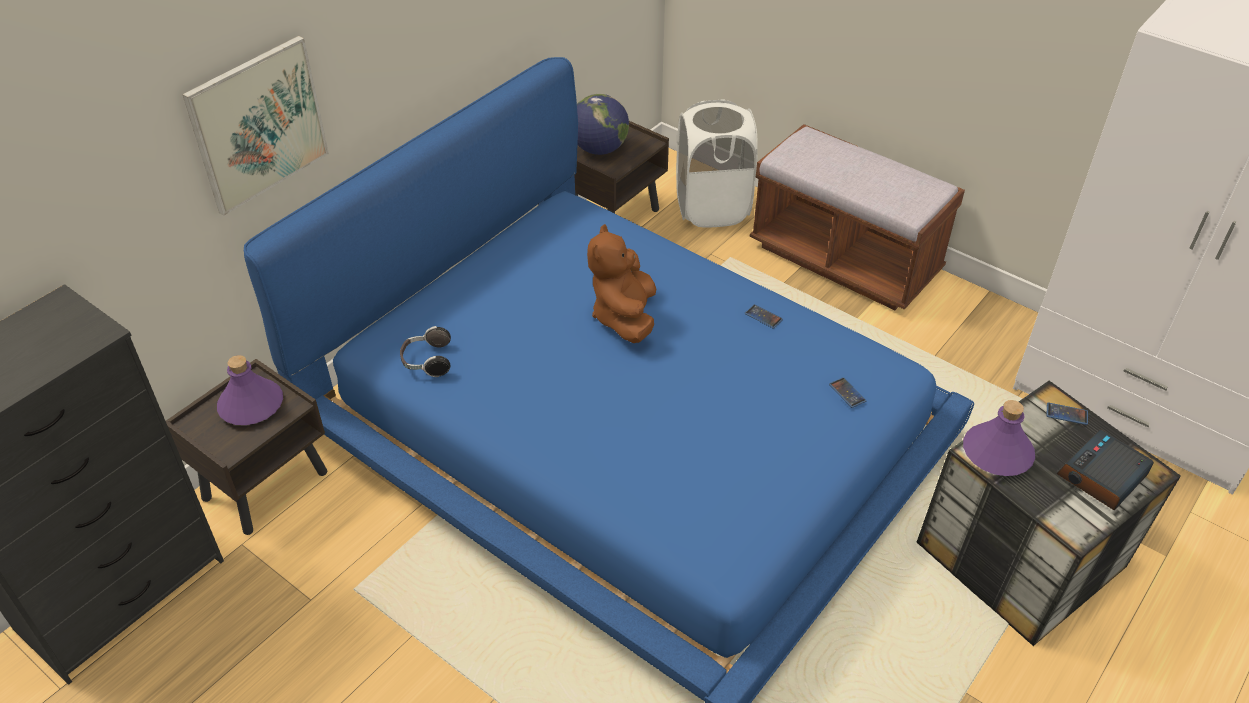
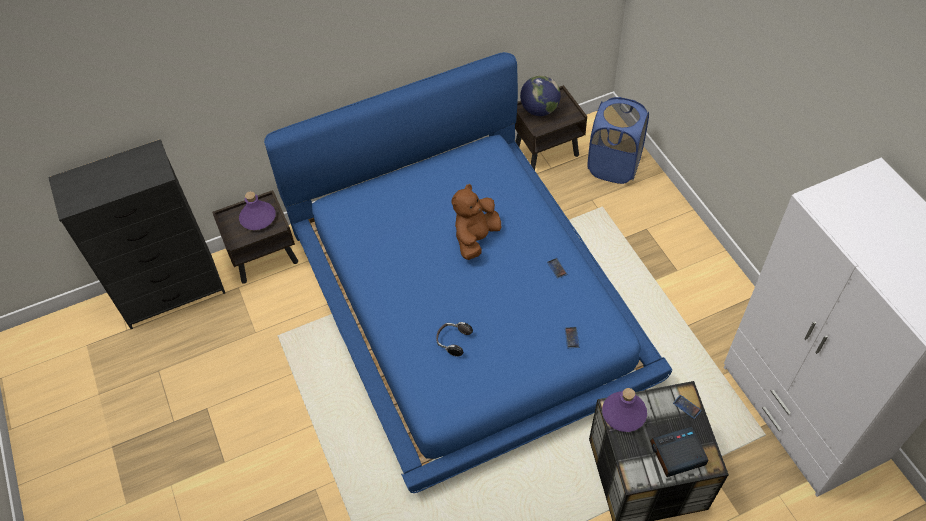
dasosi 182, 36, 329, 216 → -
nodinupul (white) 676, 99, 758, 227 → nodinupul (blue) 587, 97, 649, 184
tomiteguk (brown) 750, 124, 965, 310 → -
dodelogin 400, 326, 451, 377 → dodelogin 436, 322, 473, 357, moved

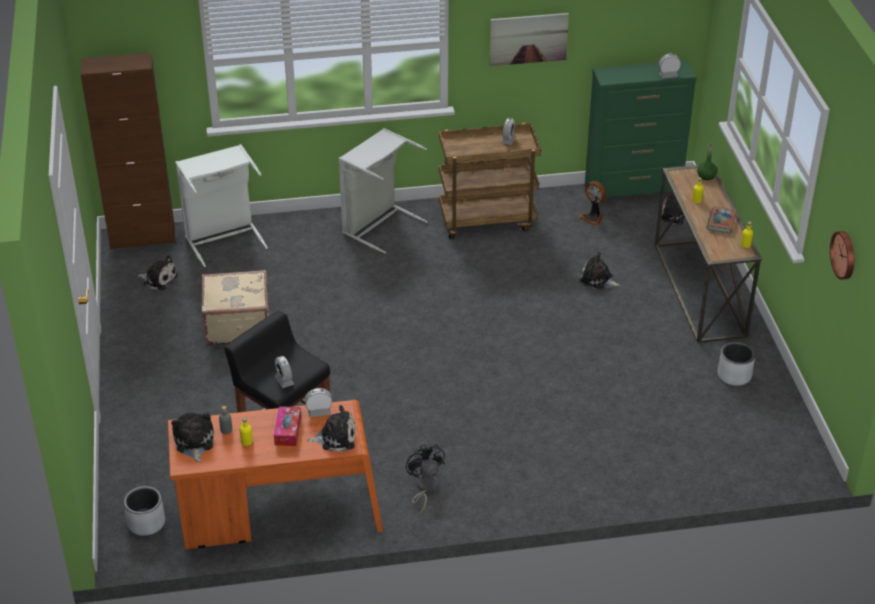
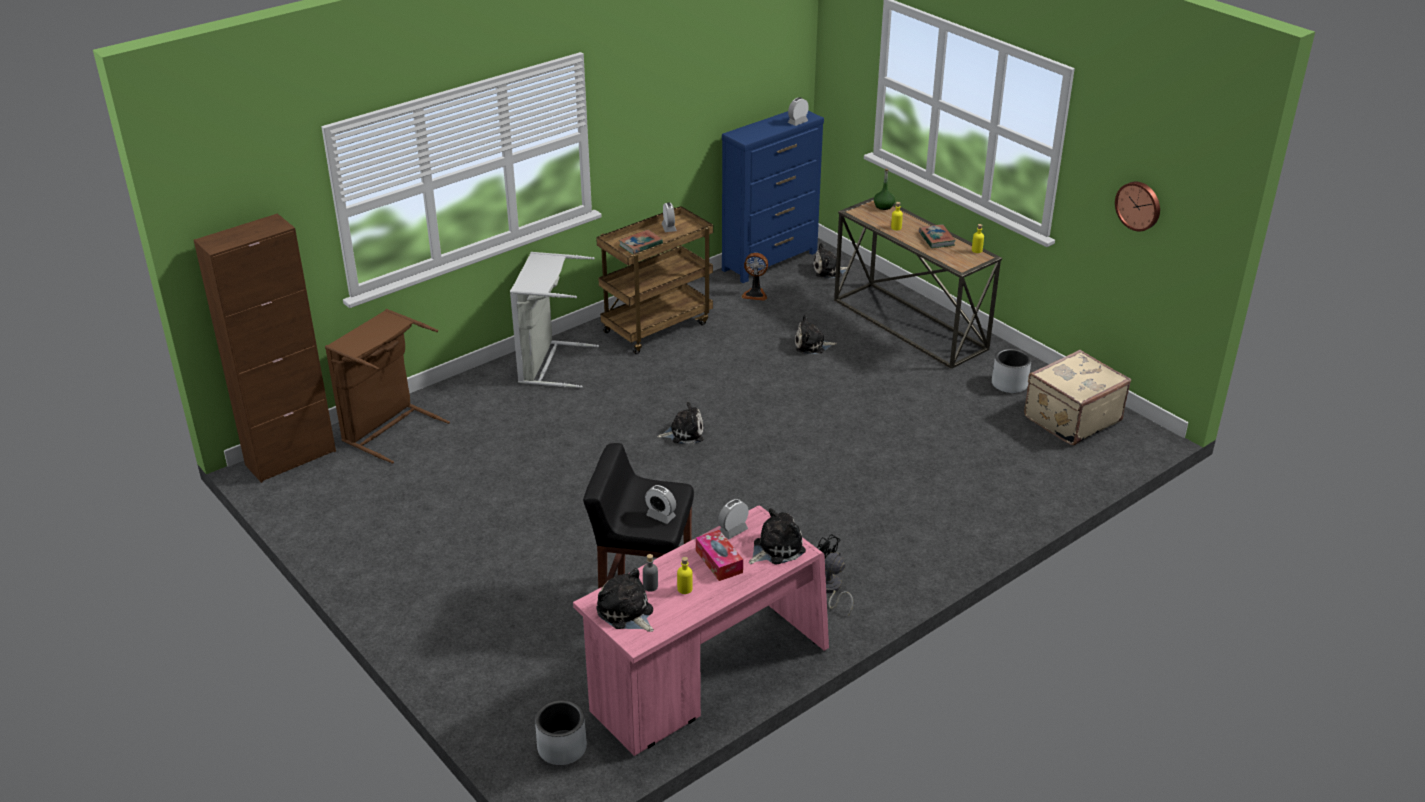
dasosi 489, 13, 569, 66 → -
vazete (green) 585, 60, 697, 204 → vazete (blue) 722, 111, 824, 283
nodinupul (white) 175, 144, 268, 267 → nodinupul (brown) 325, 309, 450, 464
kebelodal 137, 255, 178, 291 → kebelodal 657, 402, 703, 444, moved
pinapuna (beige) 202, 270, 269, 346 → pinapuna (beige) 1024, 350, 1131, 445, moved
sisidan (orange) 168, 400, 383, 549 → sisidan (pink) 573, 506, 829, 756
- → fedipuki 619, 229, 663, 254

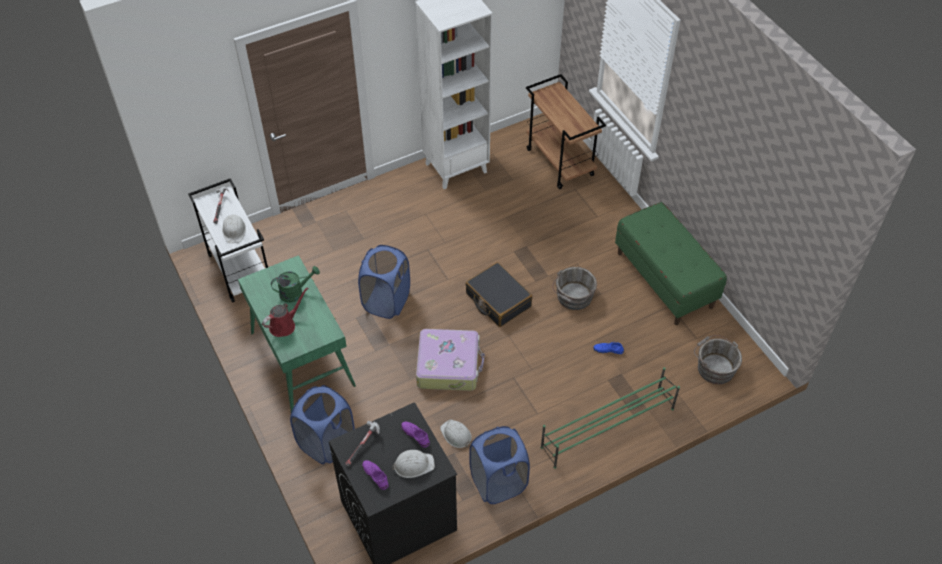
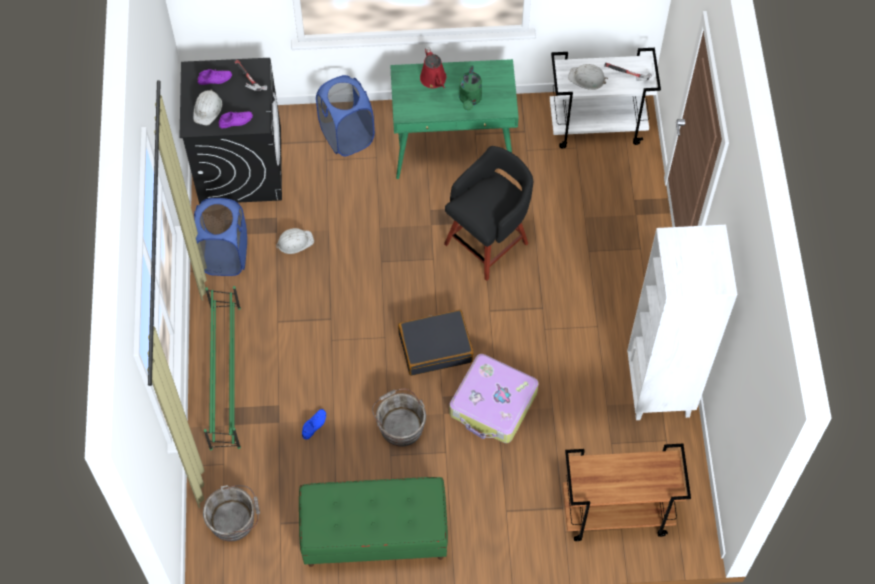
nodinupul (blue) 358, 245, 410, 319 → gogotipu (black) 444, 146, 533, 281
pinapuna 416, 329, 485, 391 → pinapuna 449, 354, 539, 443, moved

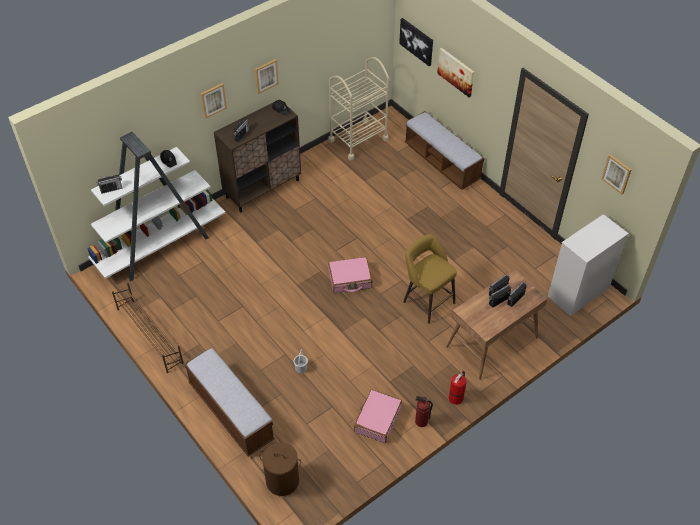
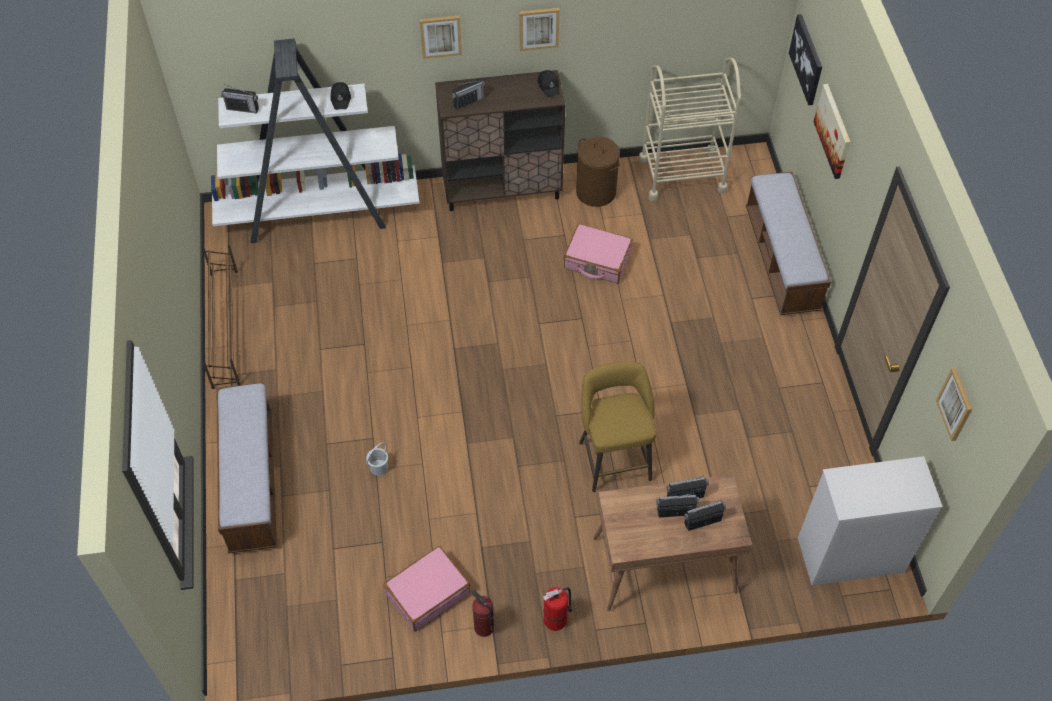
pinapuna (pink) 328, 257, 372, 293 → pinapuna (pink) 564, 224, 633, 283, moved
nodinupul (brown) 259, 442, 301, 496 → nodinupul (brown) 576, 136, 620, 207, moved

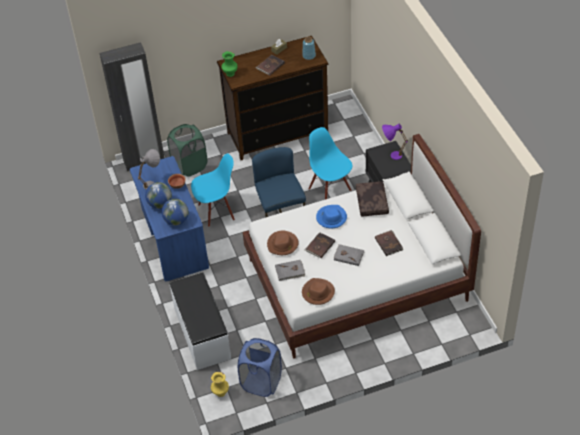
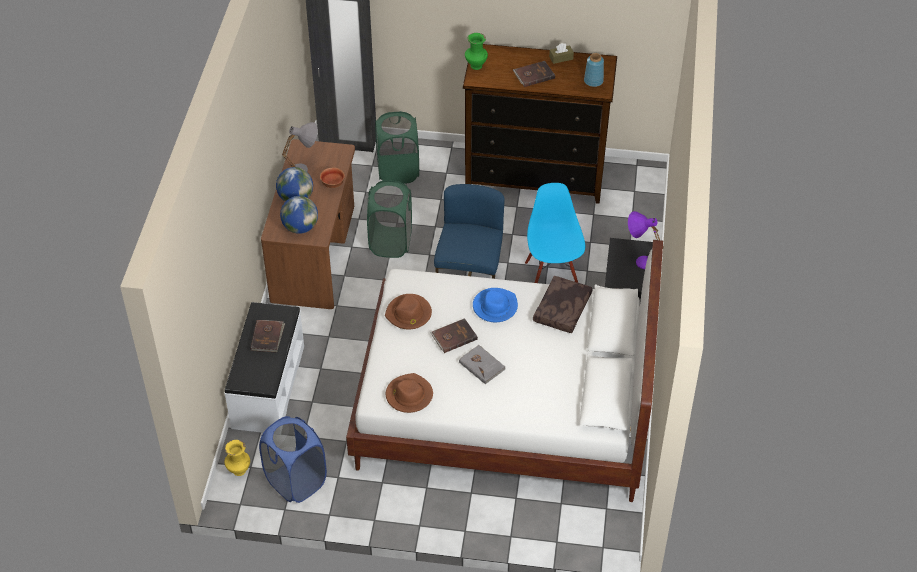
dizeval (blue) 191, 153, 235, 227 → nodinupul (green) 367, 180, 412, 258
sisidan (blue) 130, 156, 209, 281 → sisidan (brown) 261, 139, 355, 309
fedipuki (brown) 375, 230, 403, 256 → fedipuki (brown) 250, 320, 285, 353, moved
fedipuki (grey) 275, 260, 305, 281 → -

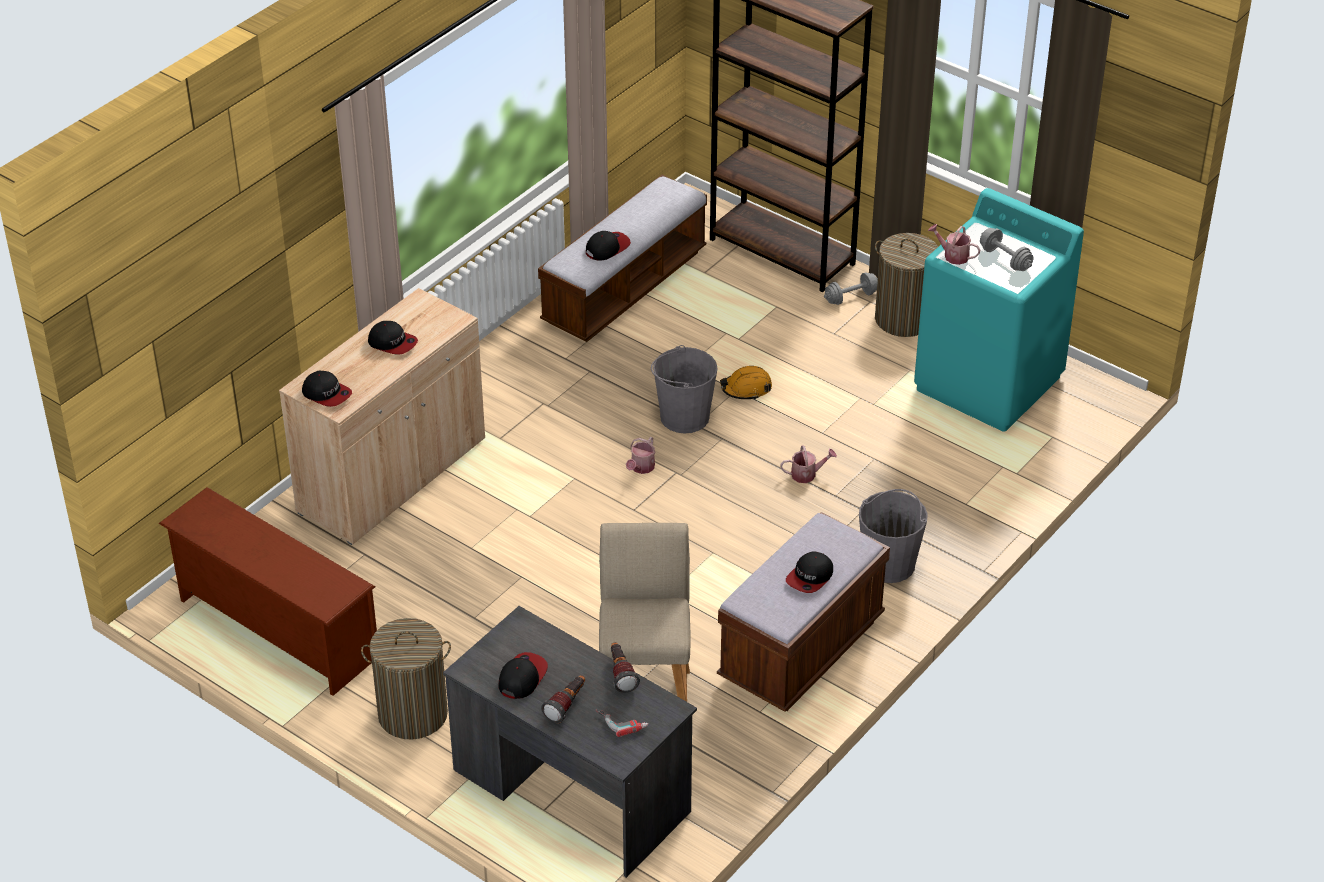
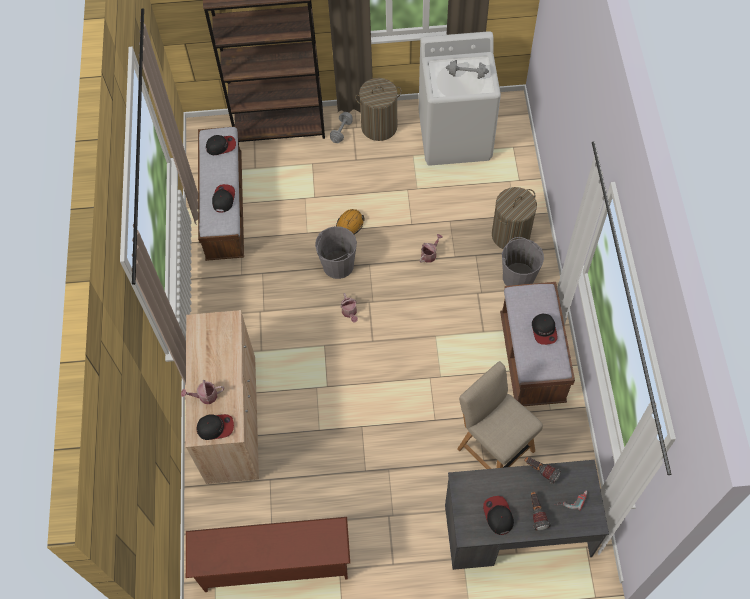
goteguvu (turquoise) 914, 188, 1084, 432 → goteguvu (white) 419, 31, 501, 166
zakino 928, 224, 980, 265 → zakino 181, 380, 224, 404, moved
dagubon 368, 321, 418, 355 → dagubon 206, 135, 236, 155, moved
nodinupul 361, 618, 451, 740 → nodinupul 492, 187, 537, 249, moved

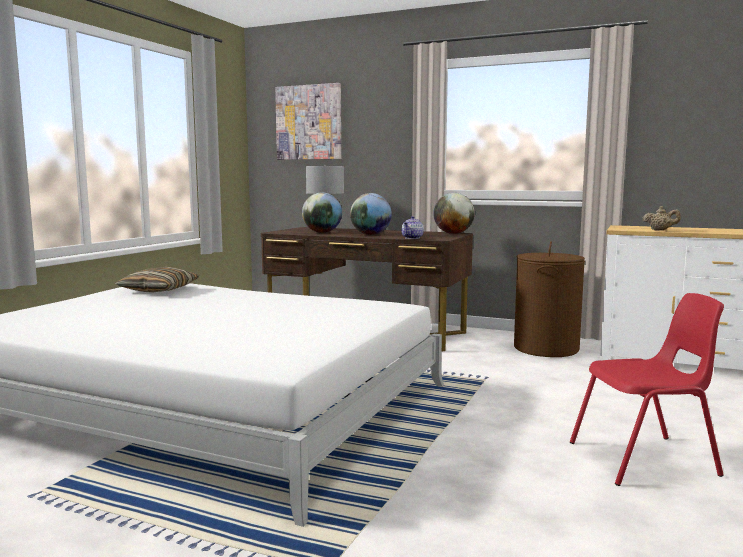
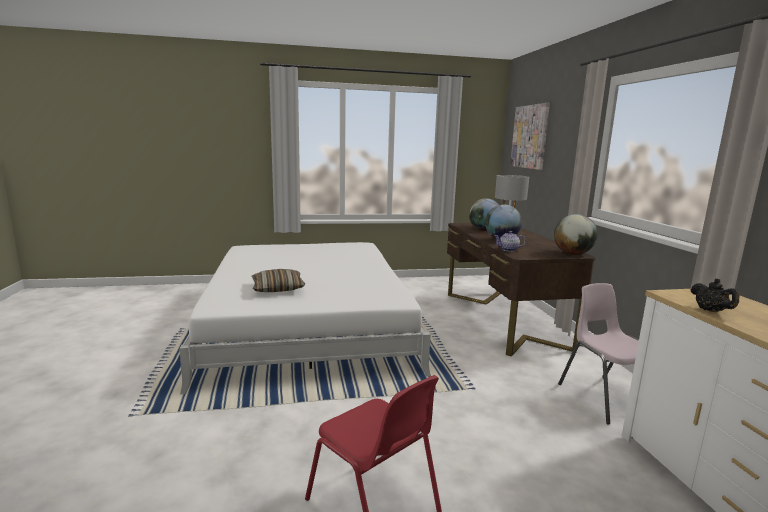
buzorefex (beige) 643, 206, 681, 230 → buzorefex (black) 691, 279, 740, 312
nodinupul (brown) 514, 241, 585, 357 → dizeval (pink) 558, 283, 639, 424
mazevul 115, 267, 199, 293 → mazevul 252, 269, 305, 292, moved

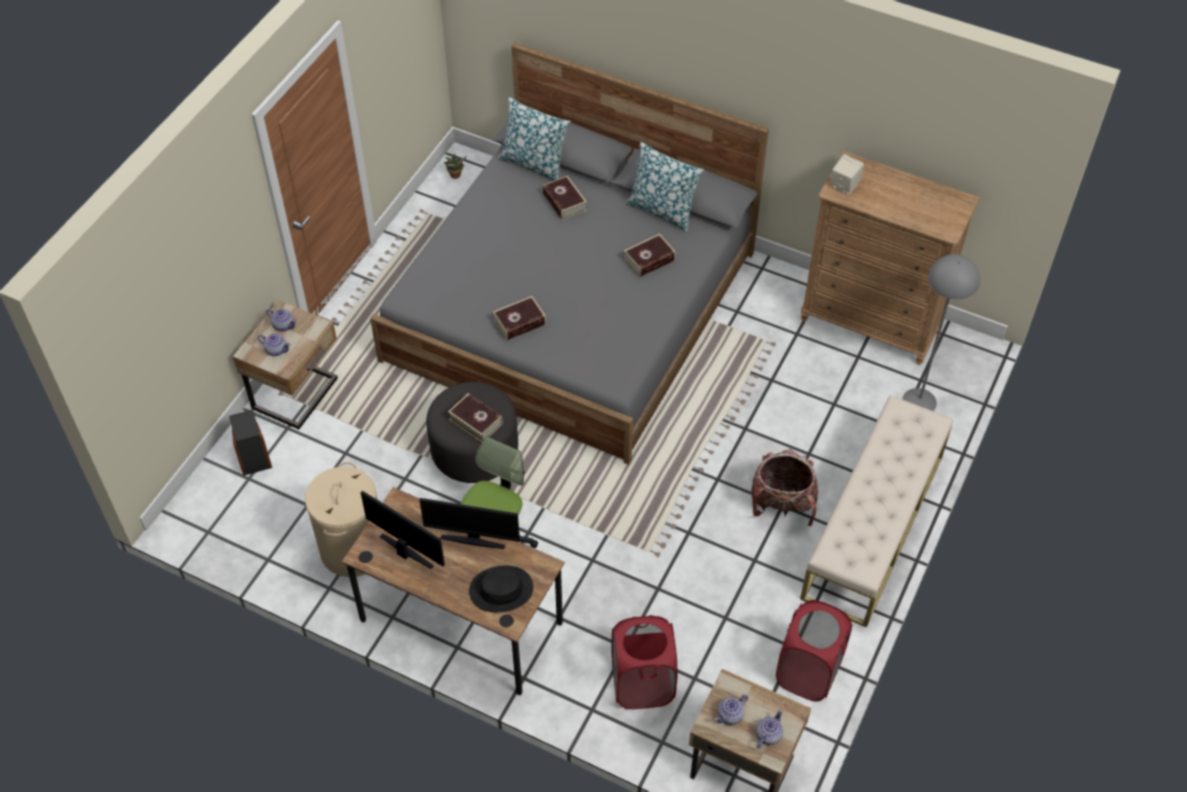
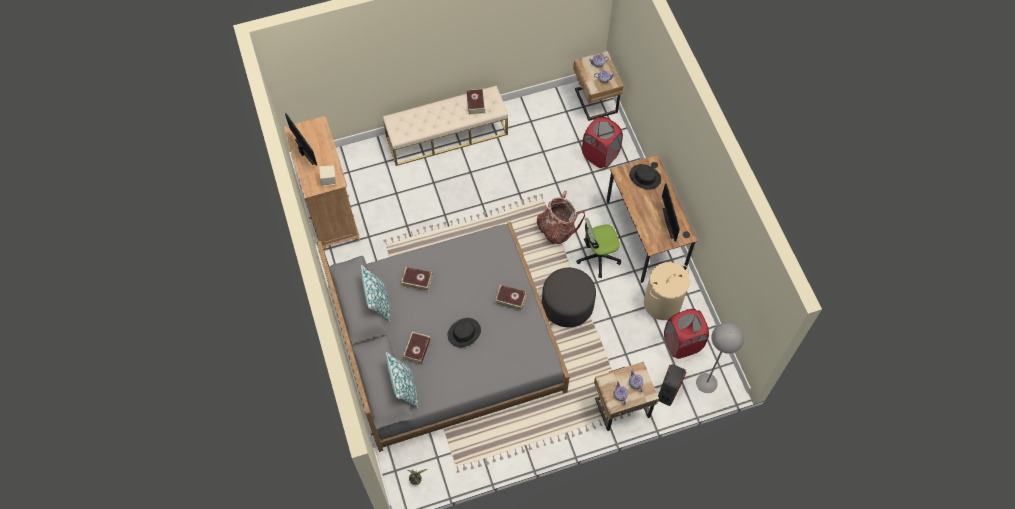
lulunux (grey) 902, 254, 980, 411 → lulunux (grey) 696, 322, 744, 393, moved
fedipuki 448, 393, 503, 443 → fedipuki 467, 89, 485, 114, moved
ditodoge 751, 449, 818, 526 → ditodoge 537, 191, 585, 244, moved
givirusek 420, 498, 520, 549 → givirusek 285, 113, 317, 165, moved
nodinupul (red) 776, 600, 852, 702 → nodinupul (red) 664, 309, 709, 359, moved
- → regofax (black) 448, 318, 481, 347

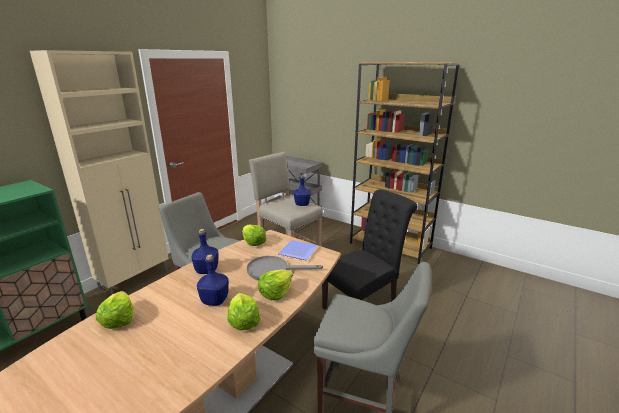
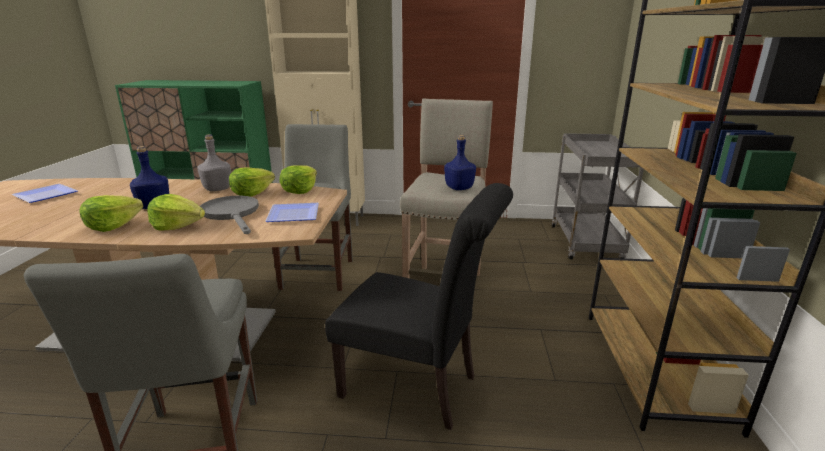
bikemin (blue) 191, 229, 218, 274 → bikemin (grey) 197, 134, 231, 191
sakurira 96, 291, 134, 329 → sakurira 229, 167, 275, 197, moved
- → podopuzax 12, 184, 78, 203

